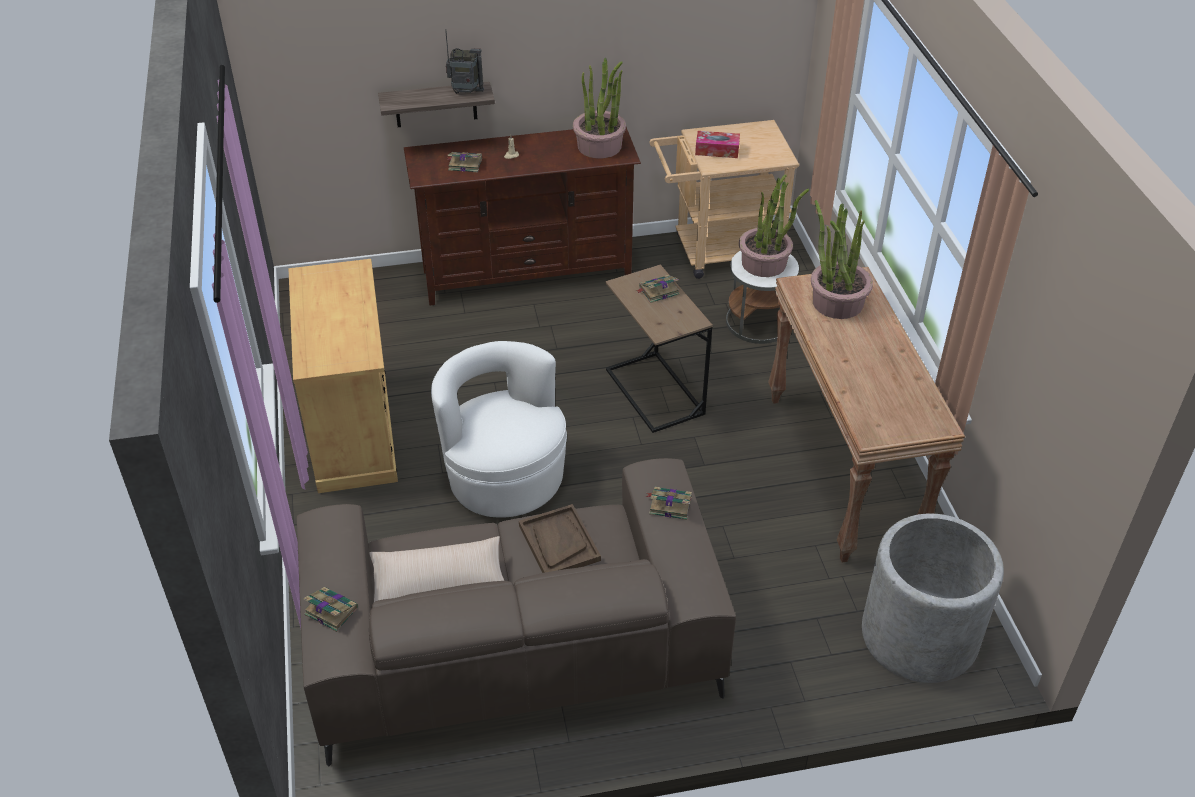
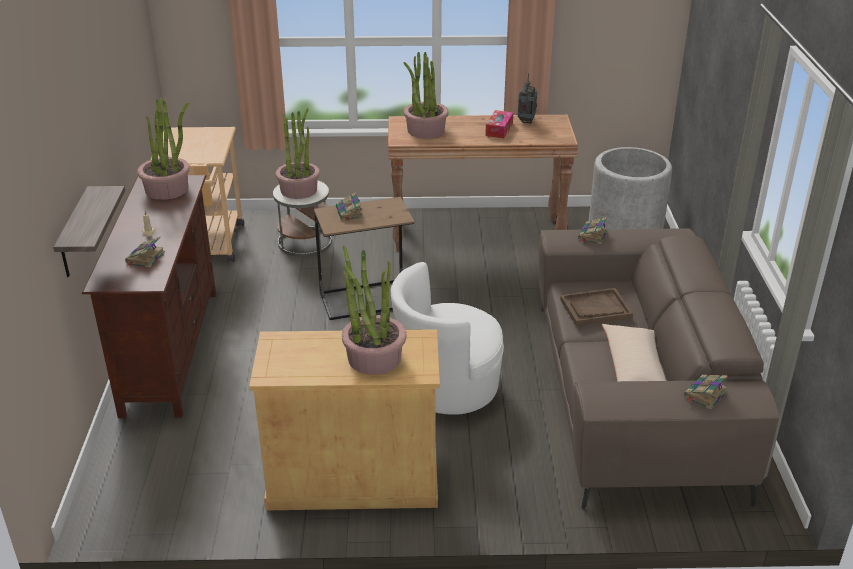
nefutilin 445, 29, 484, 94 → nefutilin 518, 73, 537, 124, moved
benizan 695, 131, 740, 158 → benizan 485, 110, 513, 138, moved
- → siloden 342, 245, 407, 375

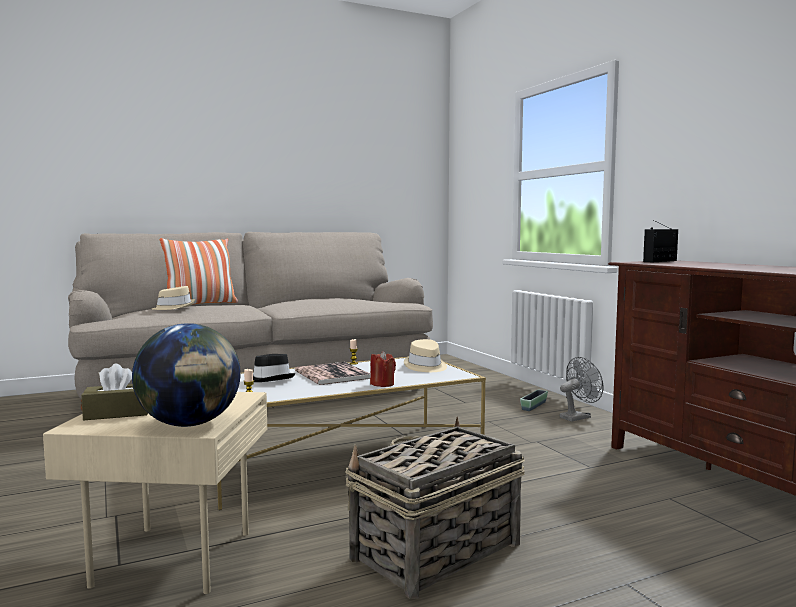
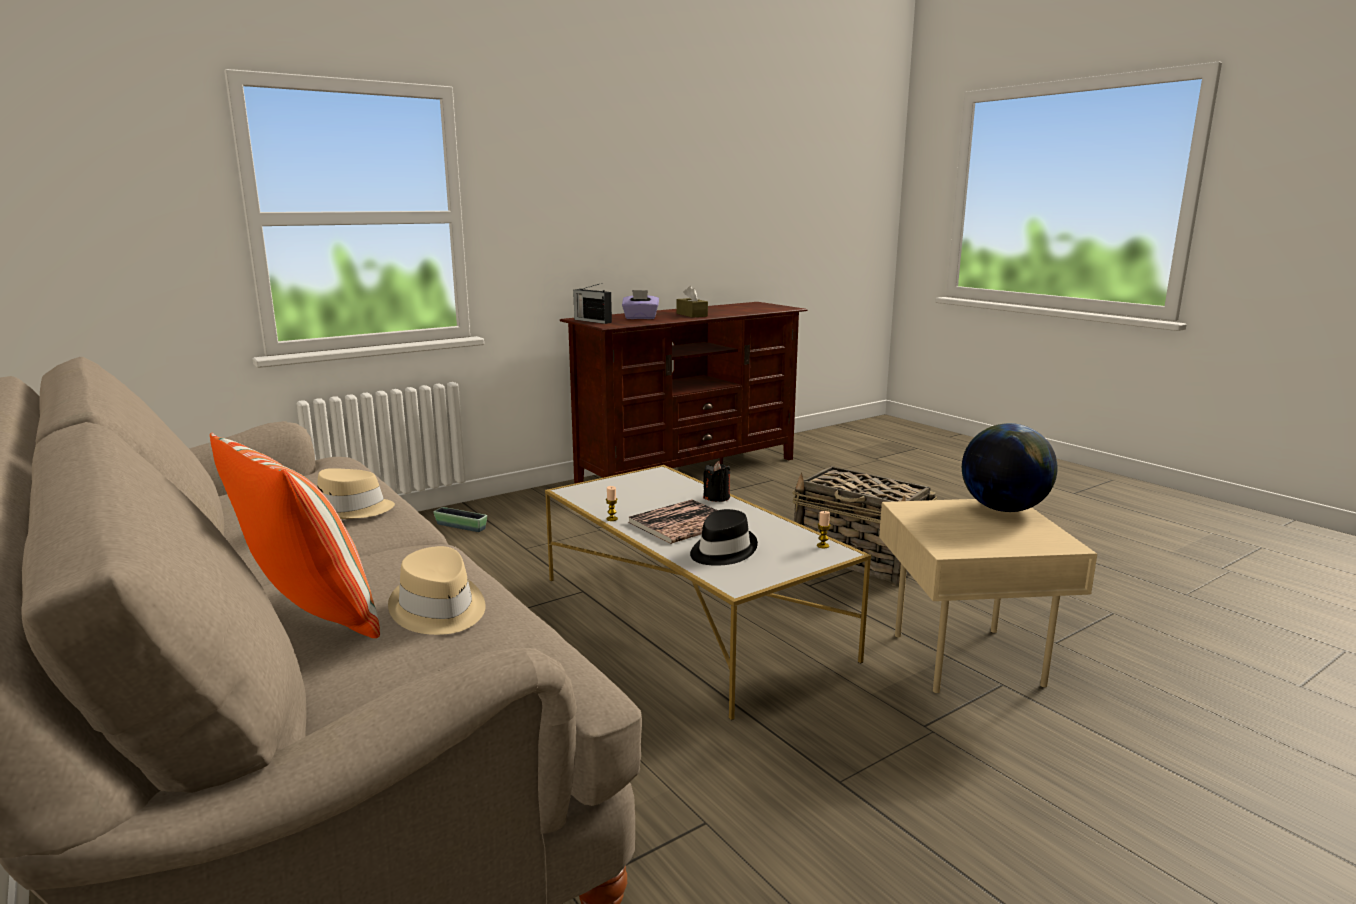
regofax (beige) 404, 339, 447, 372 → regofax (beige) 317, 468, 395, 519, moved
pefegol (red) 370, 351, 396, 387 → pefegol (black) 703, 461, 730, 502
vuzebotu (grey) 560, 357, 603, 422 → -
benizan (brown) 81, 364, 148, 420 → benizan (brown) 676, 286, 708, 318, moved
- → benizan (purple) 622, 290, 659, 319

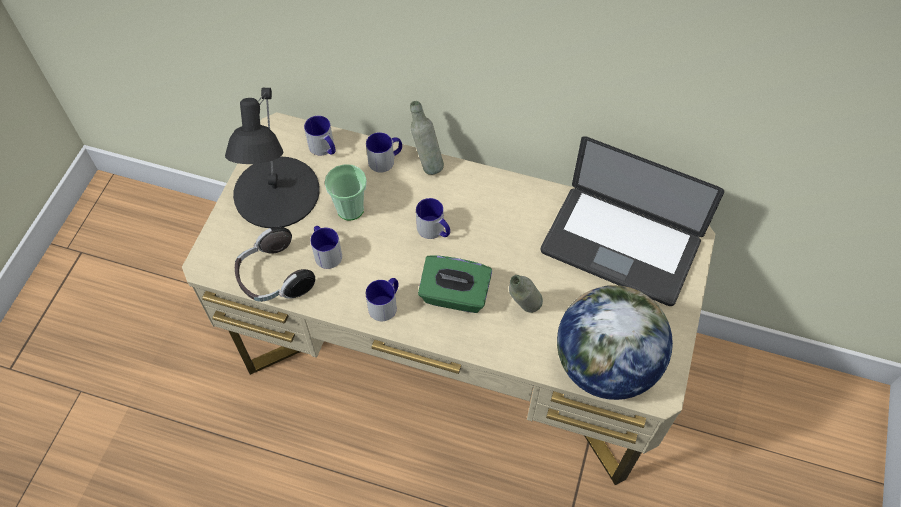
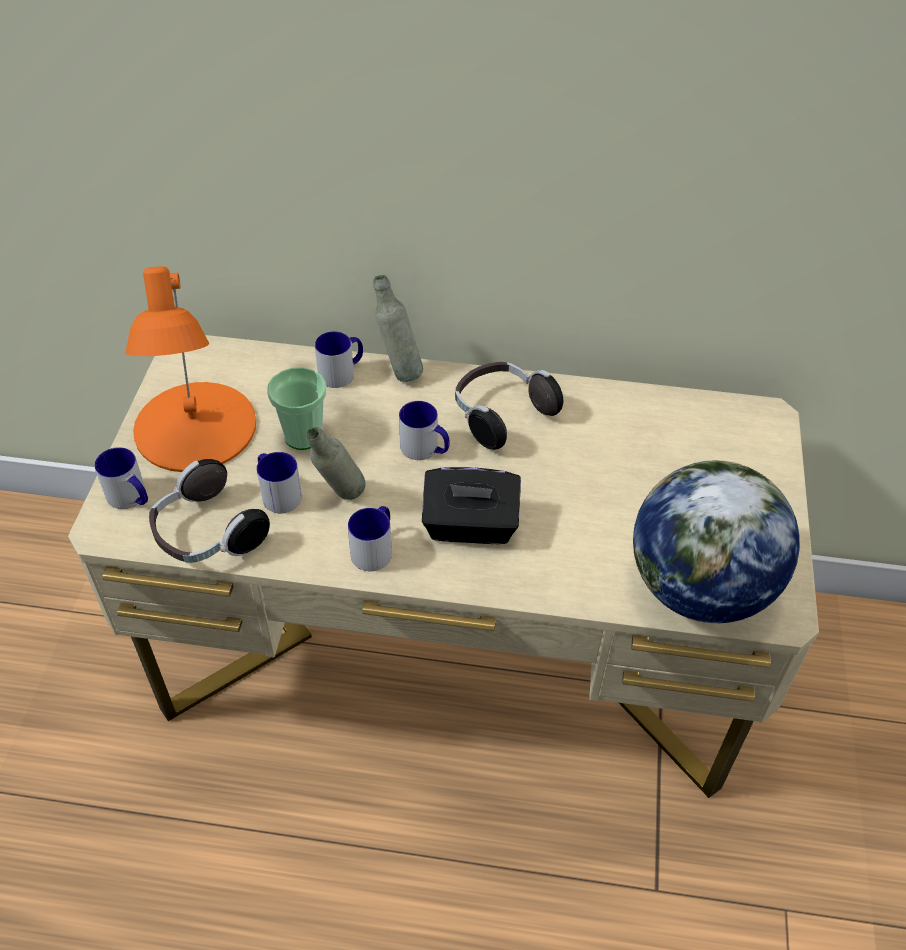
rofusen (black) 225, 88, 320, 228 → rofusen (orange) 125, 266, 256, 472
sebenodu 304, 116, 336, 155 → sebenodu 94, 447, 148, 509, moved
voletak 540, 136, 724, 306 → -
benizan (green) 418, 255, 492, 313 → benizan (black) 422, 467, 521, 544
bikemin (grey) 509, 275, 543, 313 → bikemin (grey) 306, 427, 366, 500, moved
- → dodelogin 455, 361, 563, 450

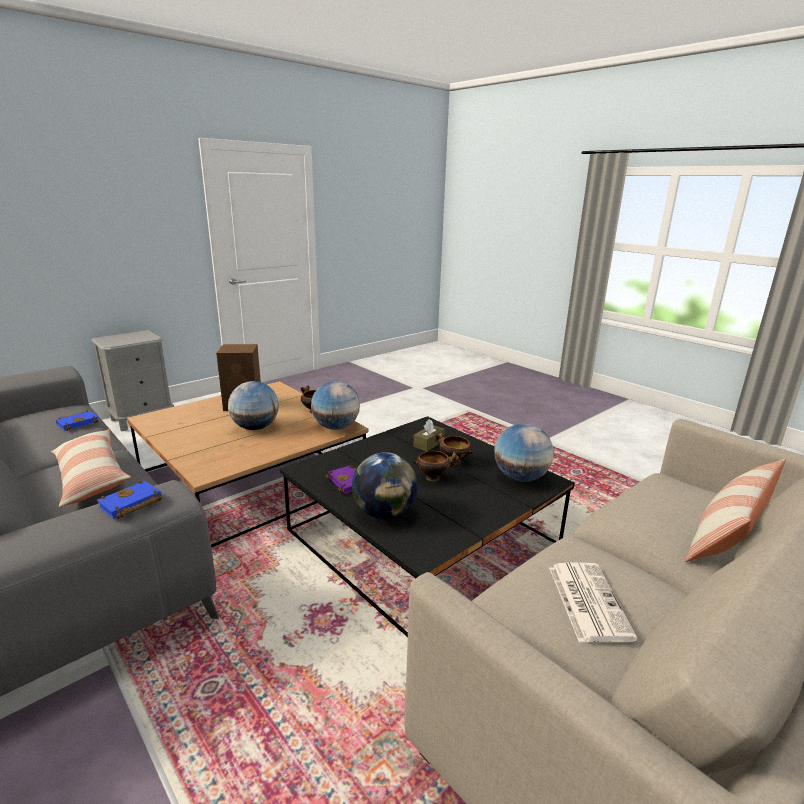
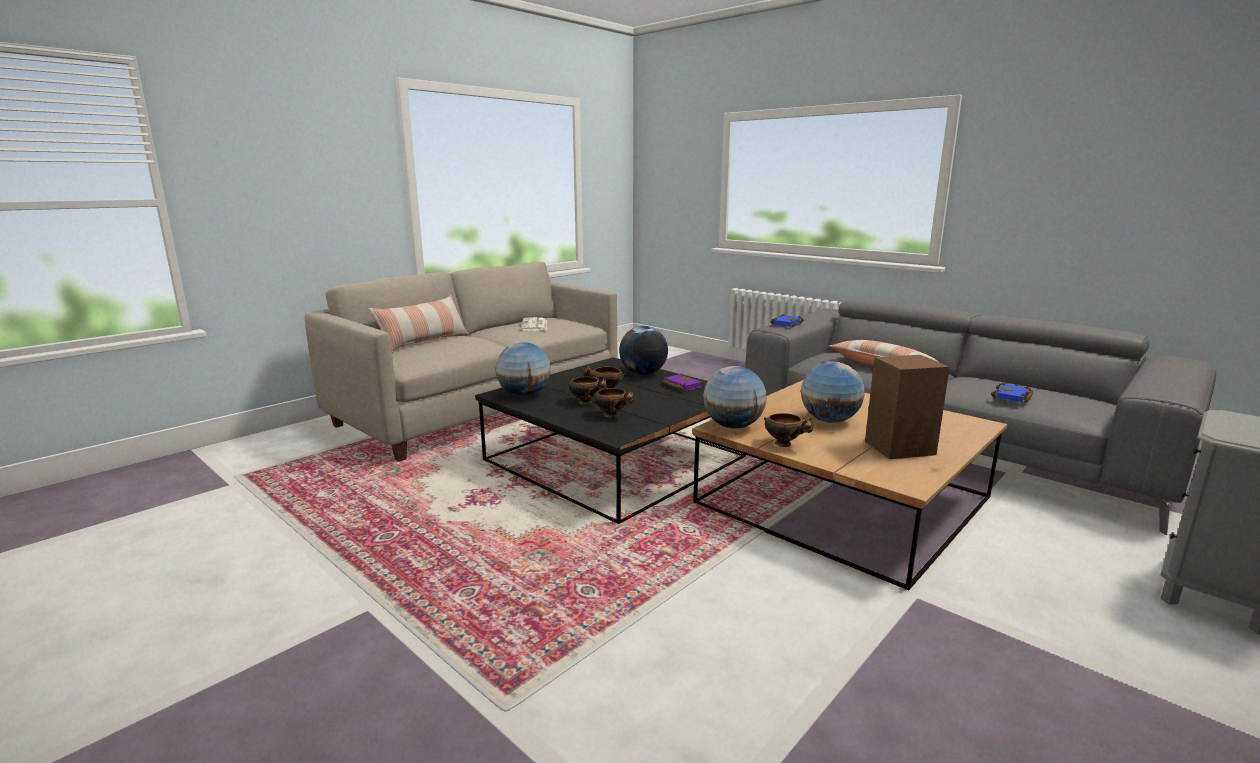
benizan (brown) 413, 419, 445, 452 → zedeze 594, 388, 634, 418

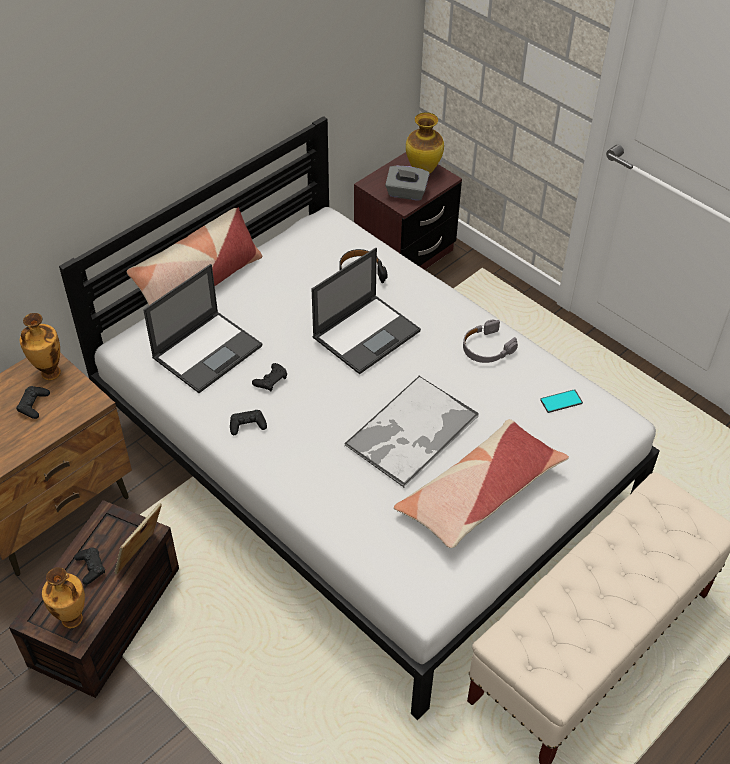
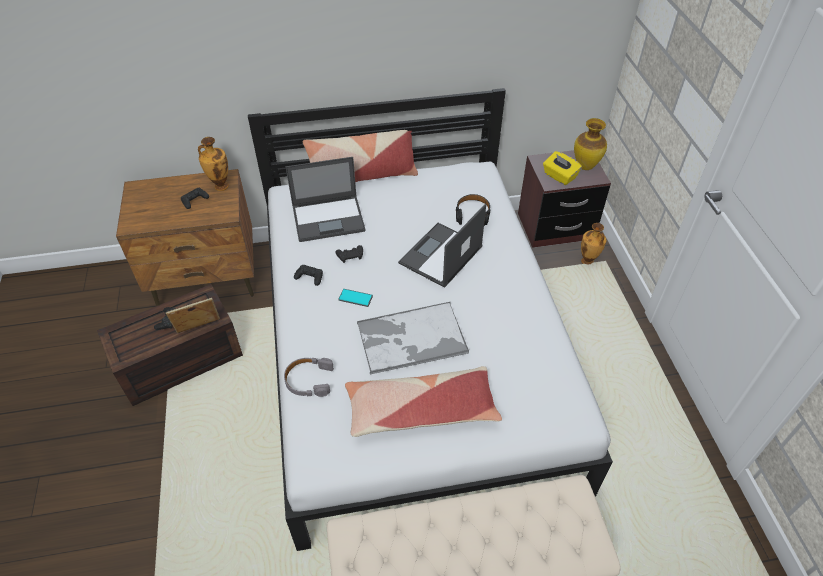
benizan (grey) 385, 166, 430, 201 → benizan (yellow) 543, 151, 582, 185
voletak 312, 248, 421, 374 → voletak 398, 204, 486, 288, 135 degrees clockwise
dodelogin (grey) 463, 319, 518, 363 → dodelogin (grey) 284, 358, 334, 397, moved
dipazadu 540, 389, 583, 413 → dipazadu 338, 289, 373, 307, moved
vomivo 42, 567, 85, 628 → vomivo 581, 223, 606, 264, moved

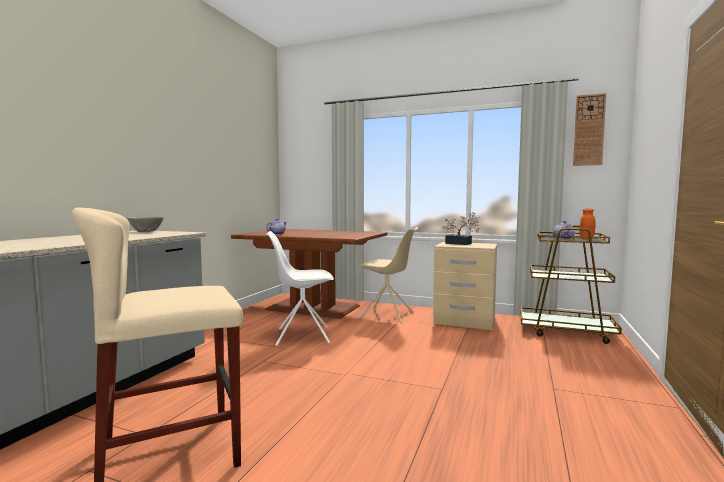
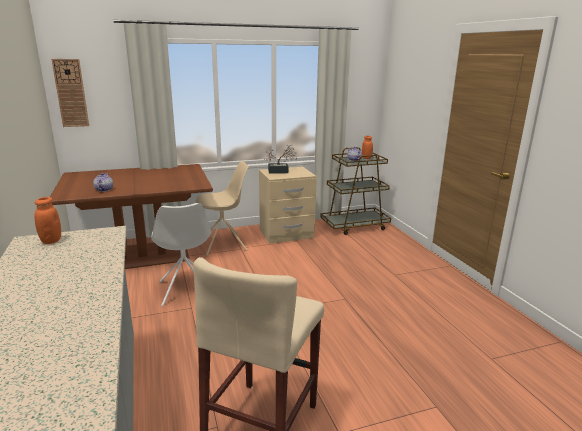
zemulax 573, 93, 606, 166 → zemulax 51, 59, 89, 127, moved
zedeze (grey) 127, 217, 164, 232 → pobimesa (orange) 34, 197, 61, 244
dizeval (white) 266, 231, 334, 346 → dizeval (white) 151, 203, 212, 306, 60 degrees counterclockwise

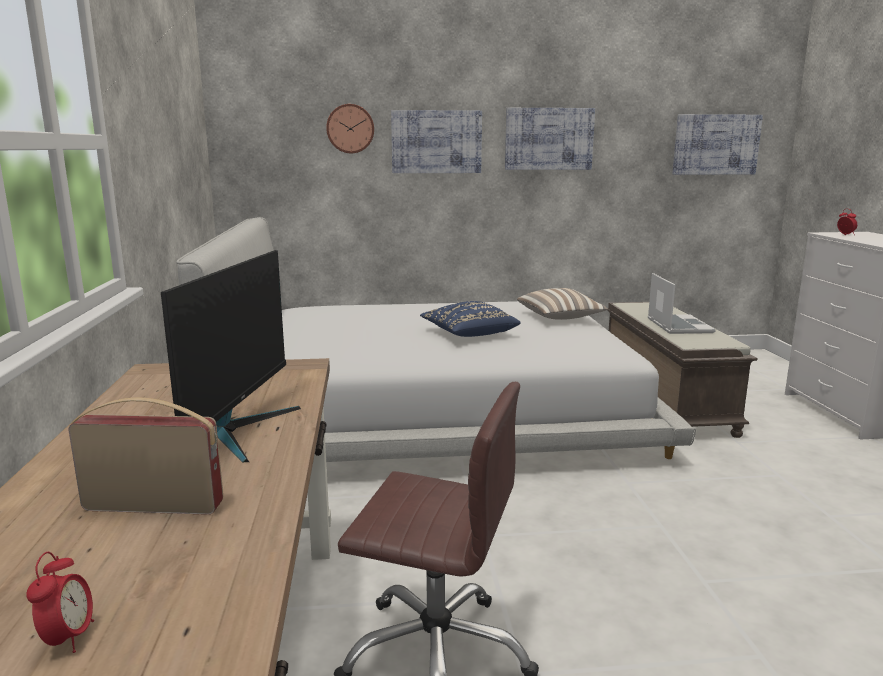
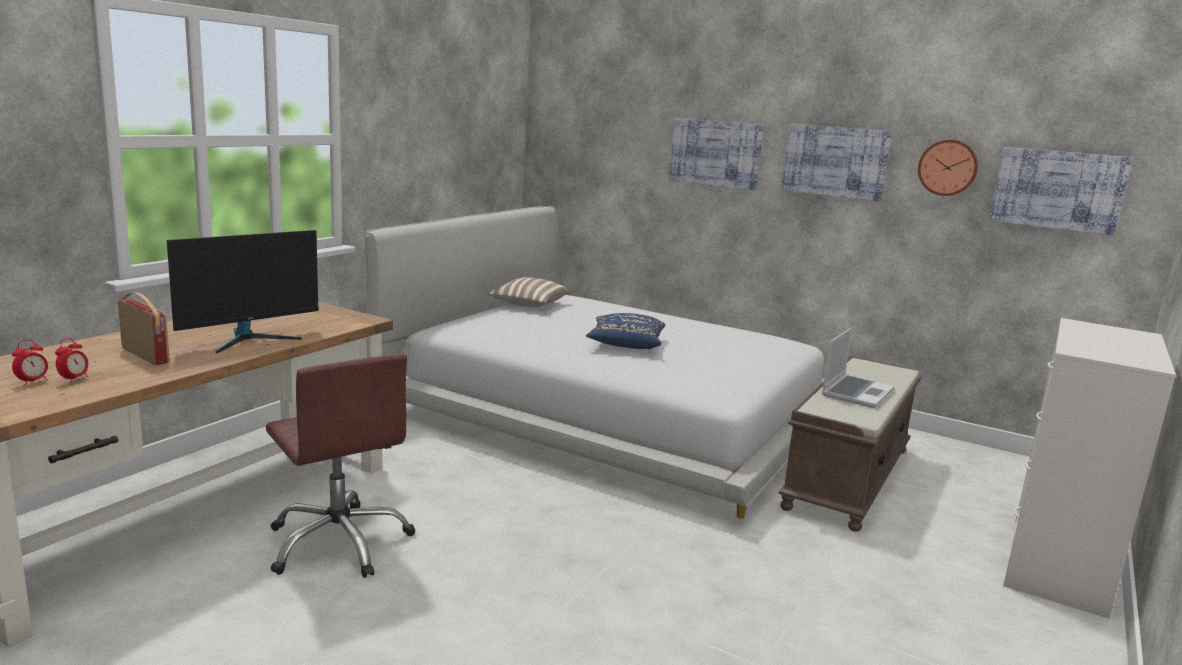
zemulax 326, 104, 374, 153 → zemulax 918, 140, 978, 196, moved
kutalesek 837, 209, 857, 235 → kutalesek 55, 338, 88, 383, moved
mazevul 517, 288, 608, 320 → mazevul 488, 277, 570, 307, moved

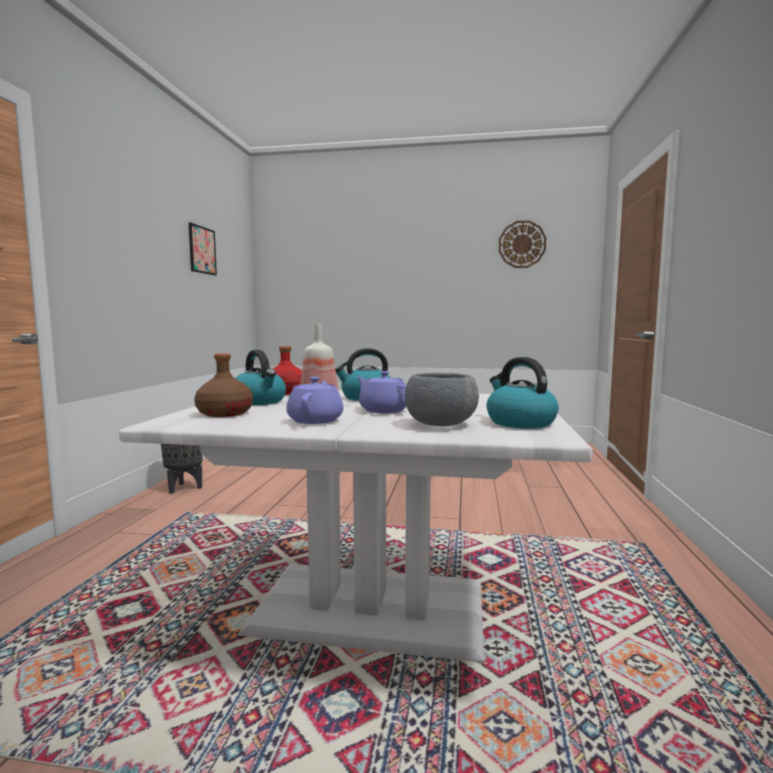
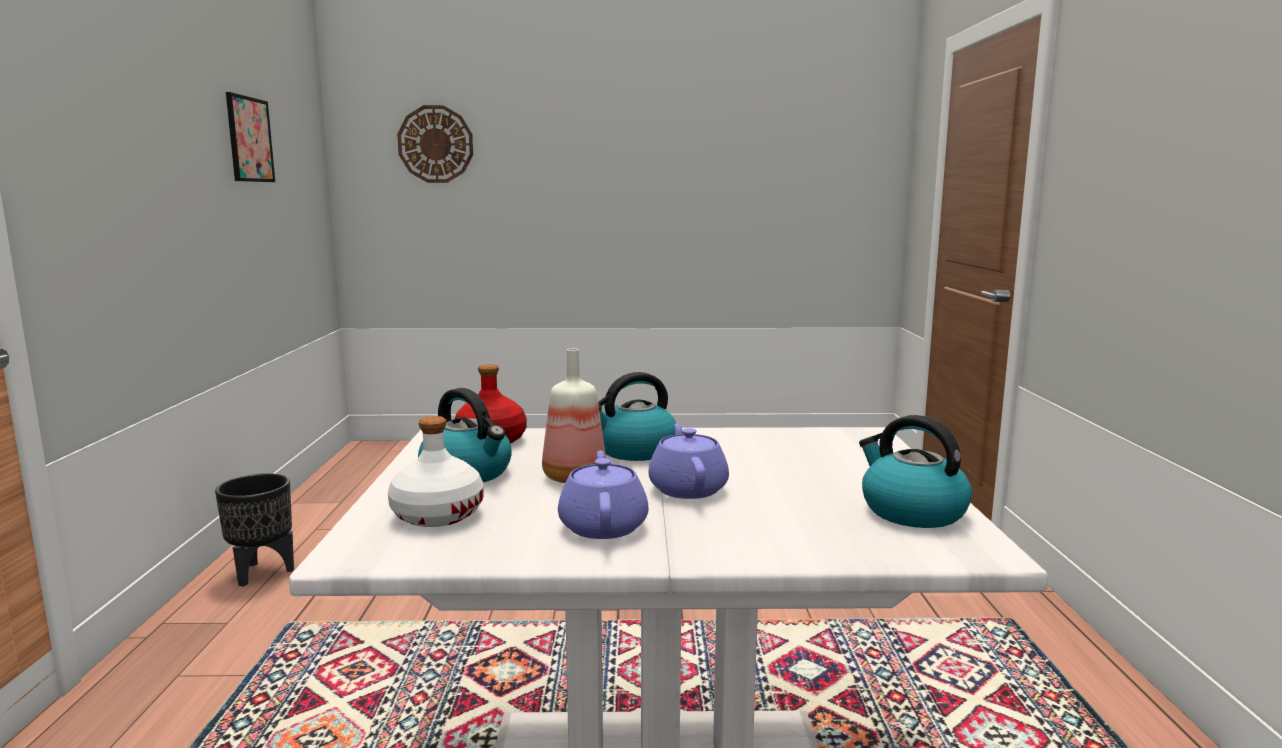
zemulax 499, 220, 546, 268 → zemulax 397, 105, 473, 183, moved
bikemin (brown) 194, 353, 253, 417 → bikemin (white) 388, 416, 484, 527
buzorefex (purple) 356, 371, 407, 413 → buzorefex (purple) 648, 424, 729, 499, 45 degrees clockwise
zedeze (grey) 405, 373, 479, 426 → -

